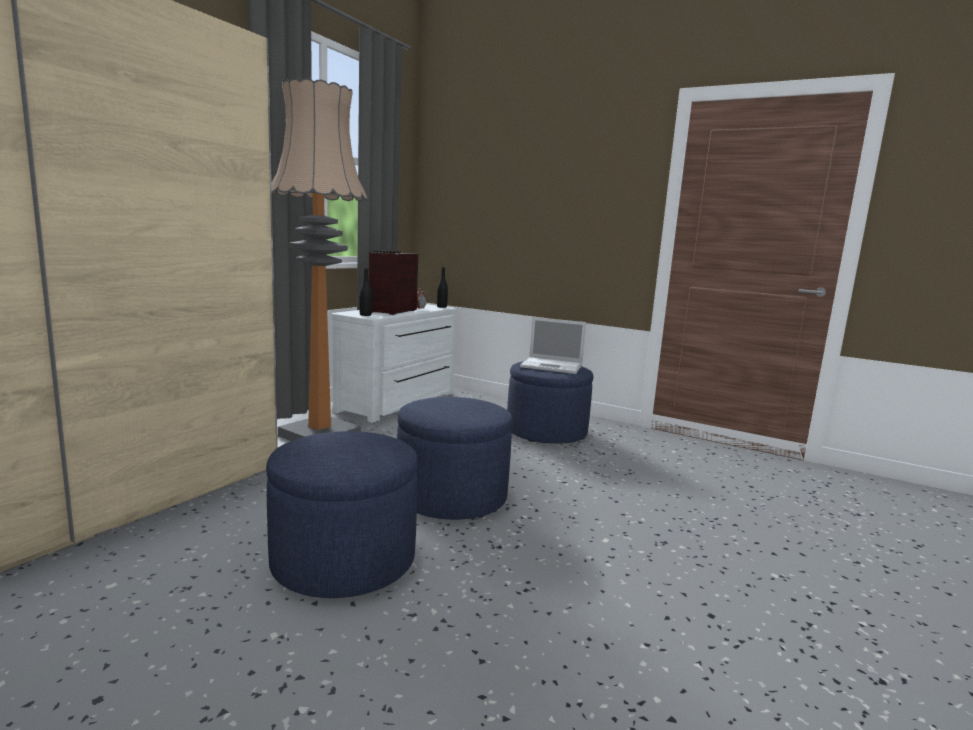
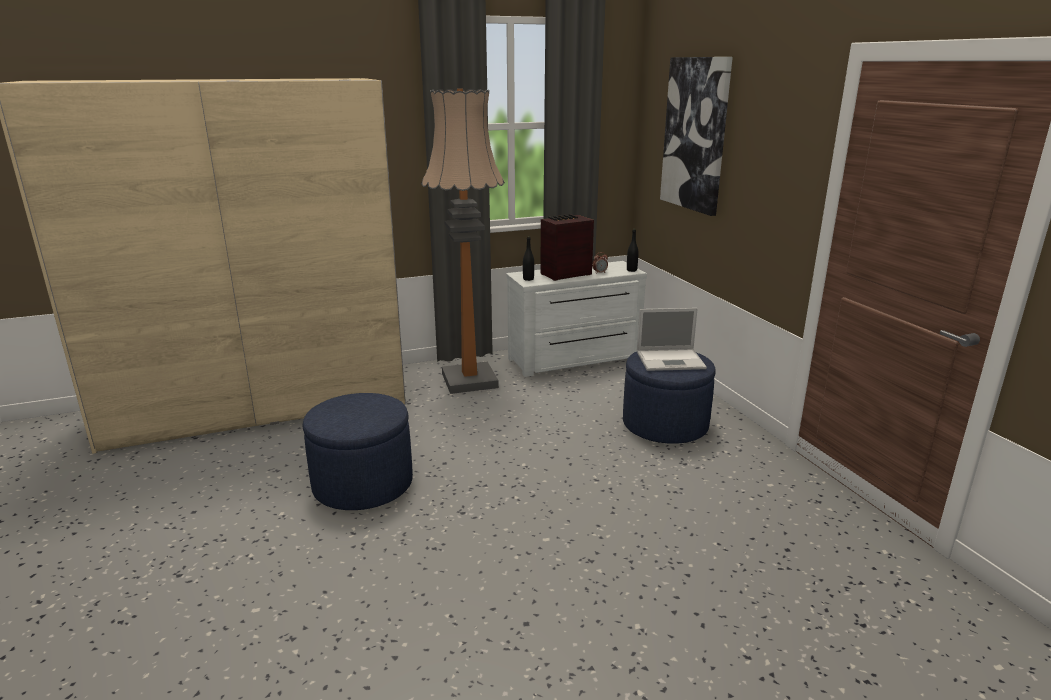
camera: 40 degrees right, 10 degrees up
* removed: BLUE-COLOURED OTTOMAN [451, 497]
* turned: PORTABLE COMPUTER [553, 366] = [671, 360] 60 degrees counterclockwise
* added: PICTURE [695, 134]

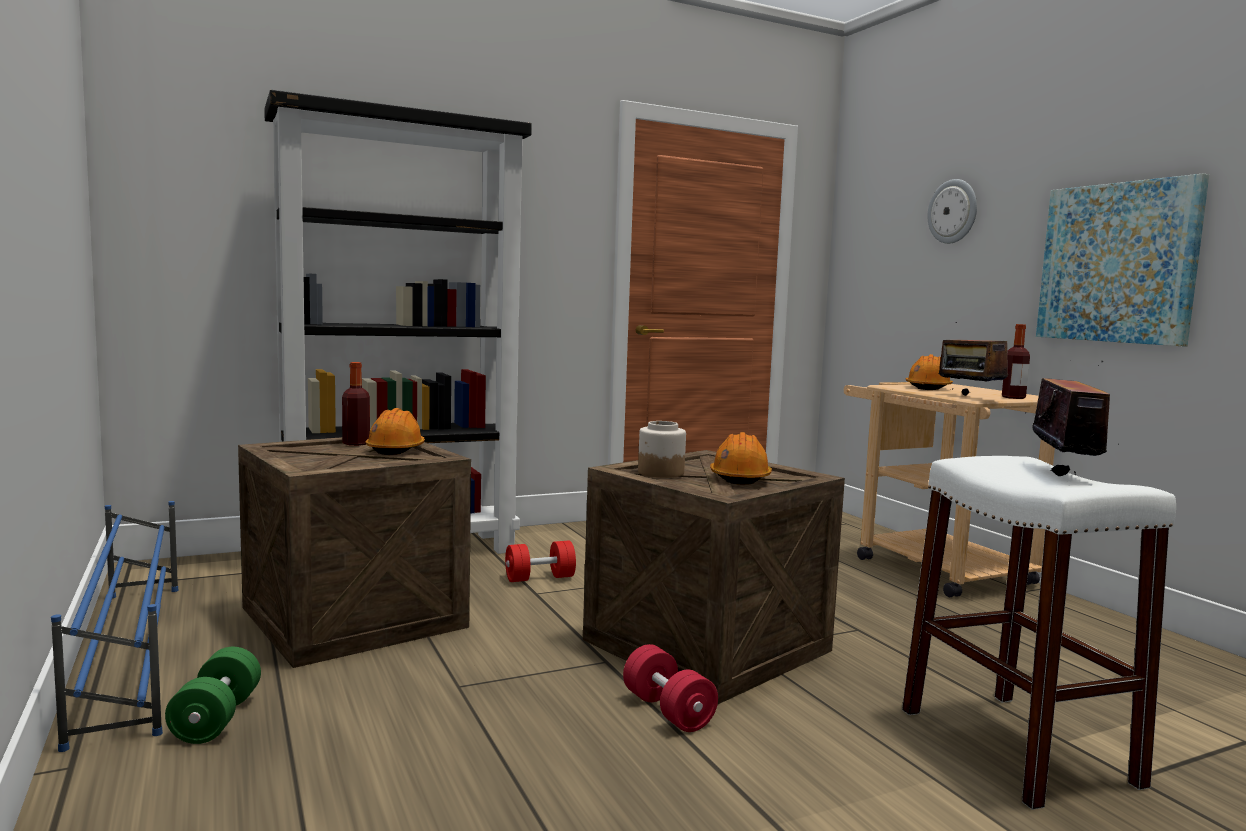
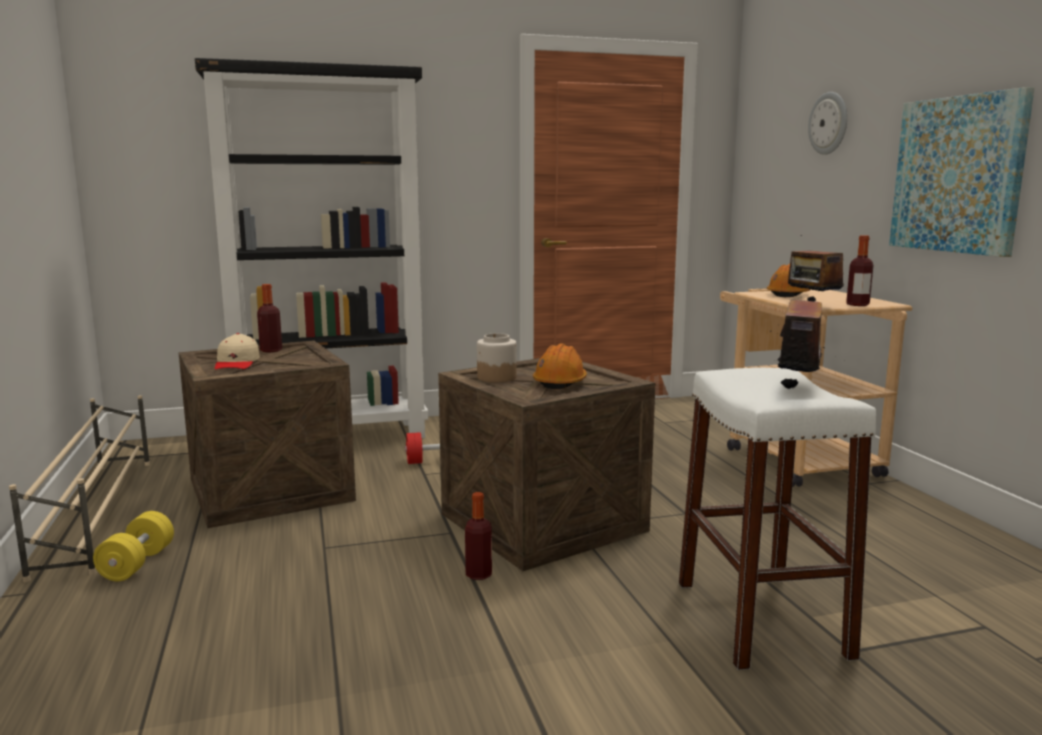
camera: 10 degrees right, 5 degrees up
* recoloured: BLUE-COLOURED SHOE STAND [132, 652] to BEIGE-COLOURED SHOE STAND [98, 512]
* recoloured: GREEN-COLOURED HAND WEIGHT [216, 718] to YELLOW-COLOURED HAND WEIGHT [137, 564]
* removed: ORANGEY SAFETY HELMET [396, 449]
* replaced: REDDISH HAND WEIGHT [668, 711] to BEVERAGE BOTTLE [479, 574]
* added: BEIGE-COLOURED BASEBALL CAP [237, 363]

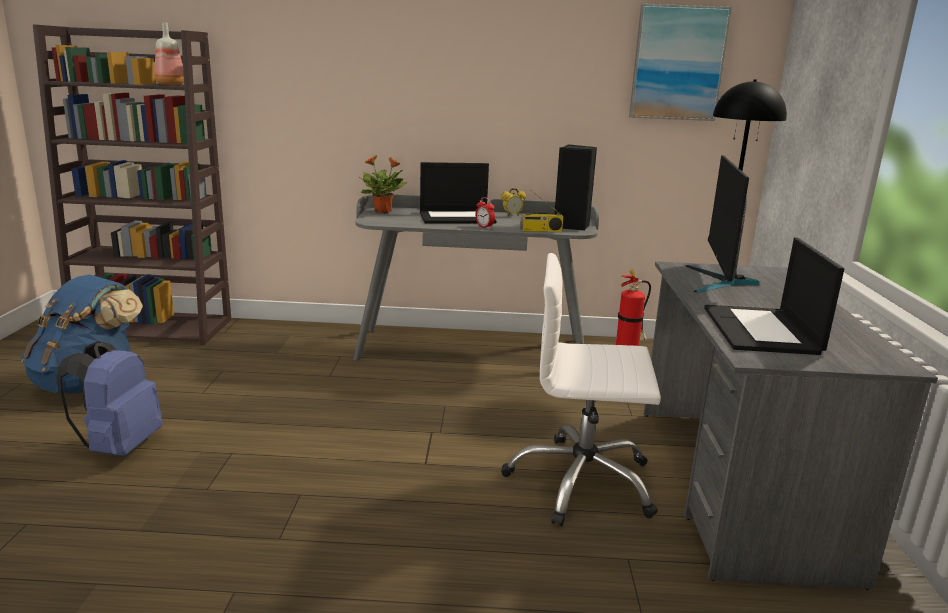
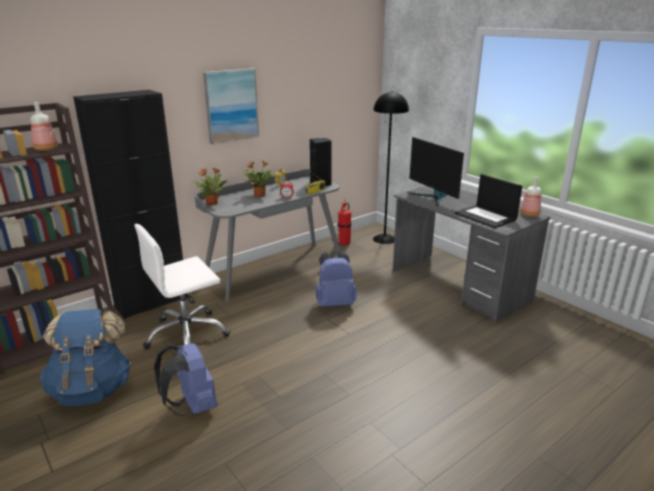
camera: 40 degrees left, 5 degrees up
* replaced: PORTABLE COMPUTER [457, 217] to HOUSEPLANT [259, 195]
* moved: WHITE OFFICE CHAIR [581, 482] to [187, 335]
* moved: PICTURE [677, 63] to [231, 105]
* added: BLACKISH CUPBOARD [151, 302]
* added: BLUE-COLOURED RUCKSACK [335, 303]
* added: BEVERAGE BOTTLE [529, 215]

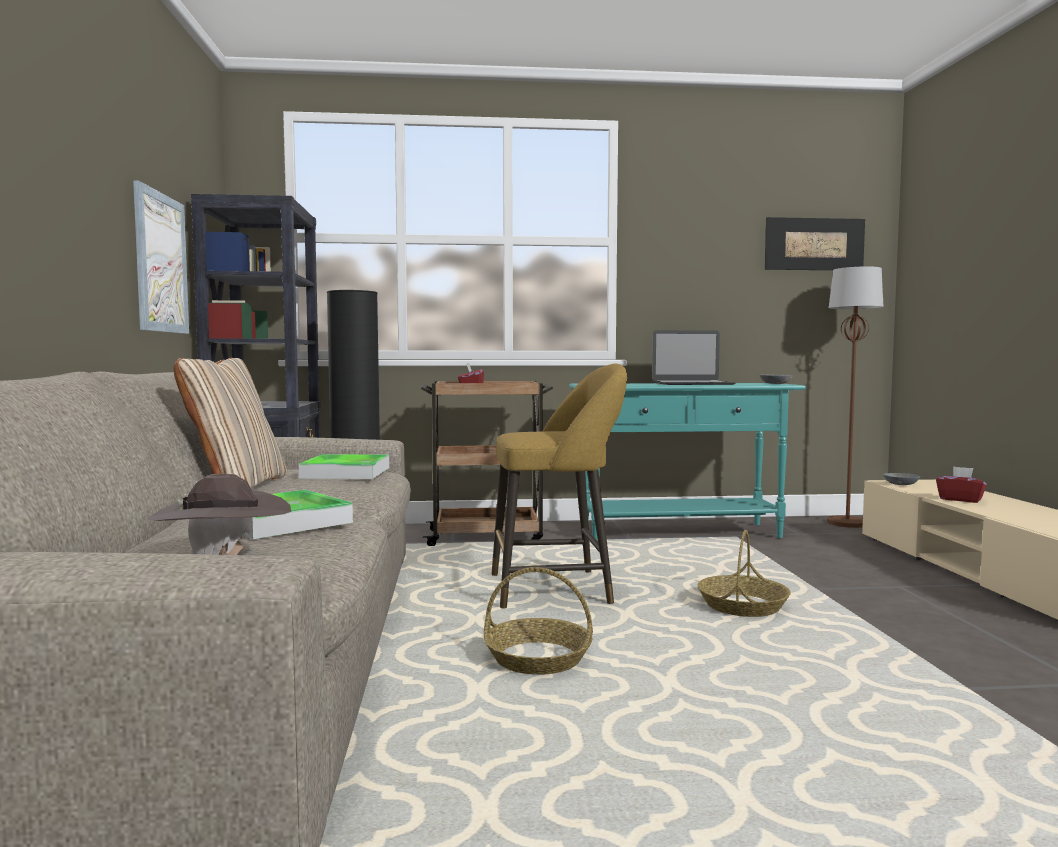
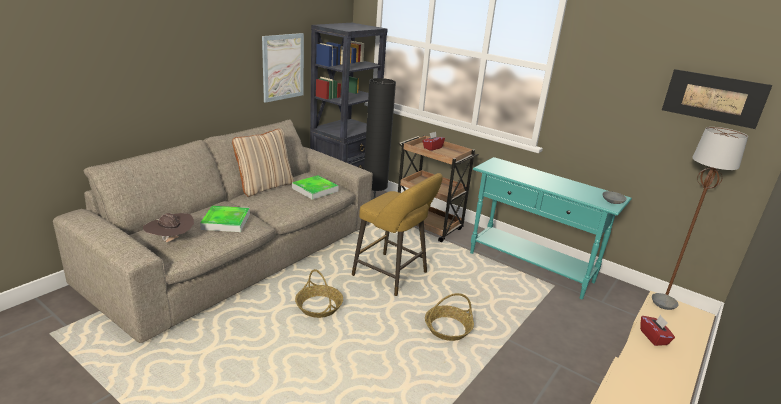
camera: 40 degrees right, 20 degrees up
* removed: PORTABLE COMPUTER [692, 383]

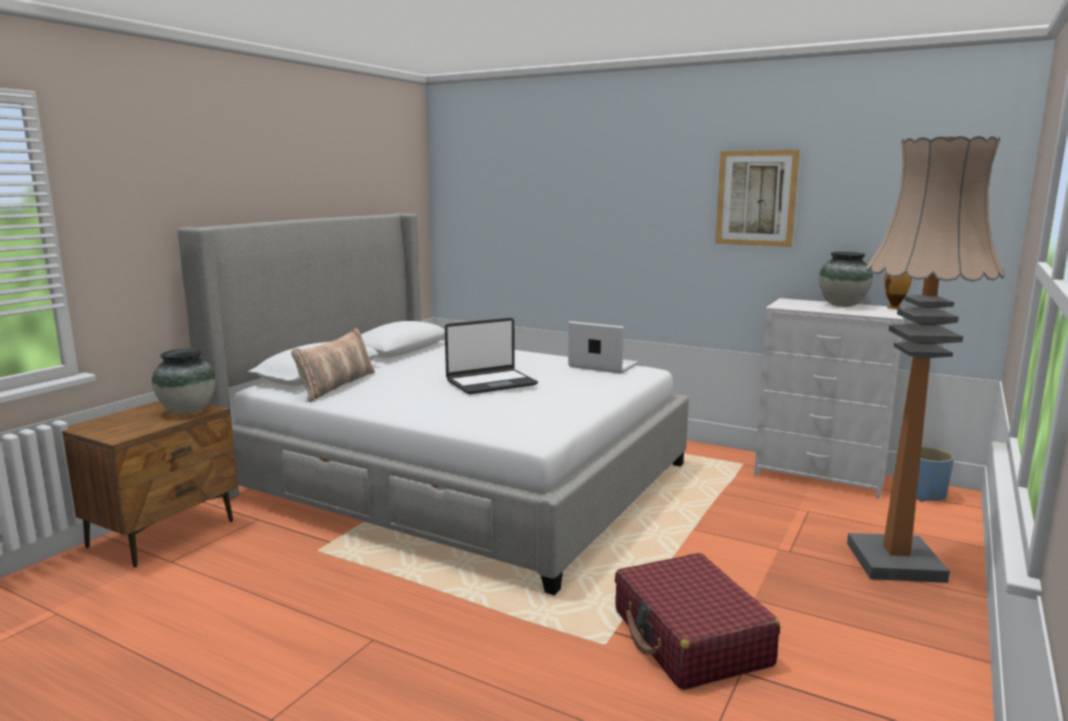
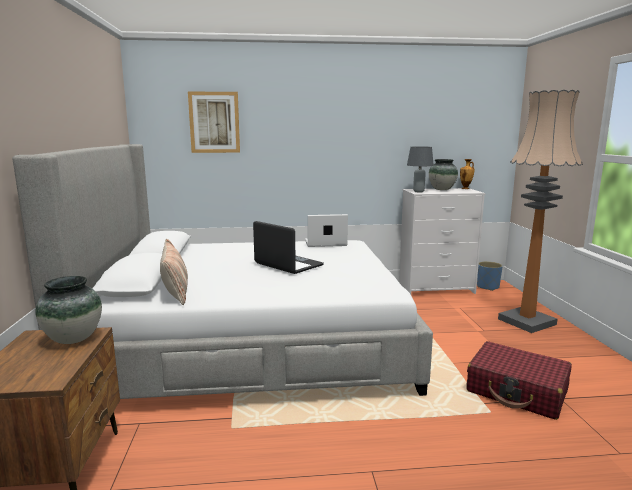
camera: 35 degrees left, 0 degrees up
* turned: PORTABLE COMPUTER [491, 383] = [288, 265] 75 degrees counterclockwise
* moved: PICTURE [756, 198] to [214, 122]
* added: GREY LAMP FOR A TABLE [418, 192]

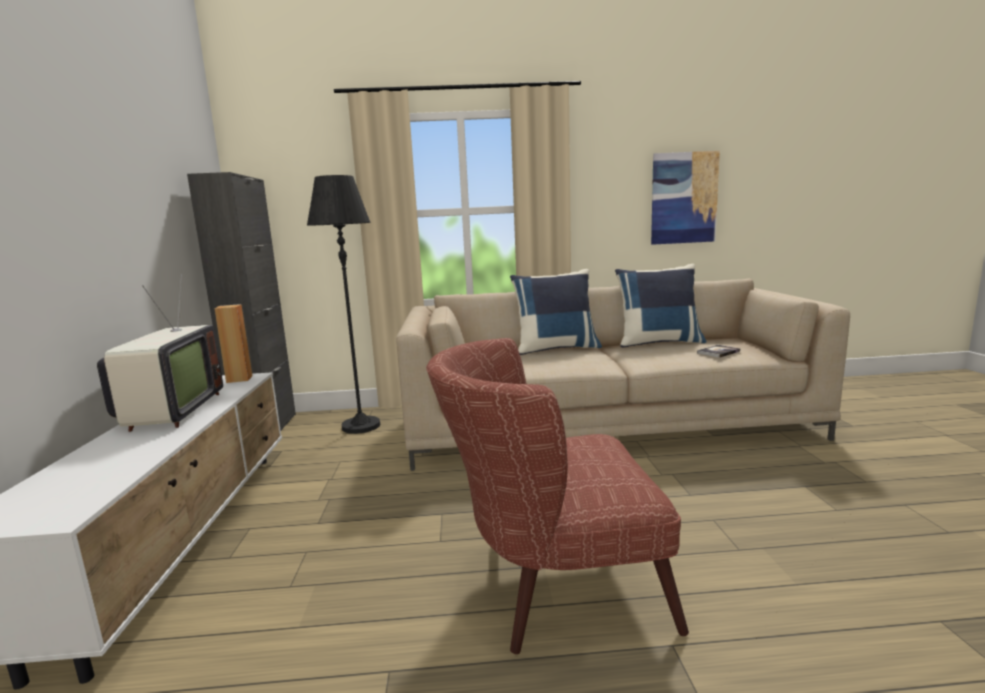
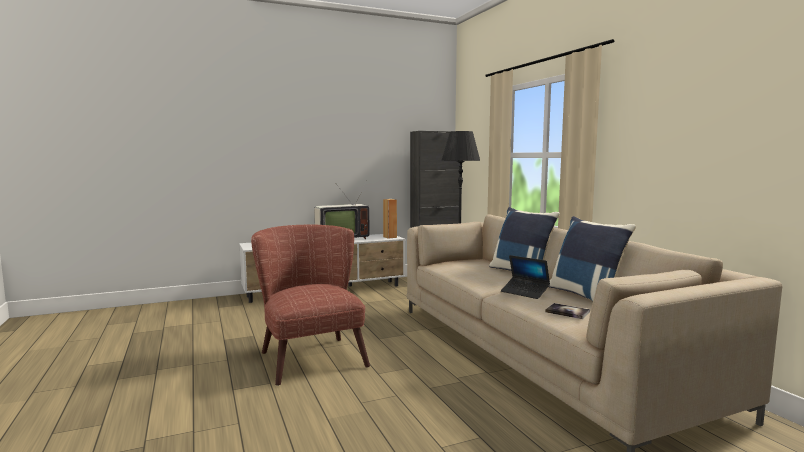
camera: 70 degrees right, 5 degrees down
* removed: PICTURE [684, 198]
* added: PORTABLE COMPUTER [525, 292]

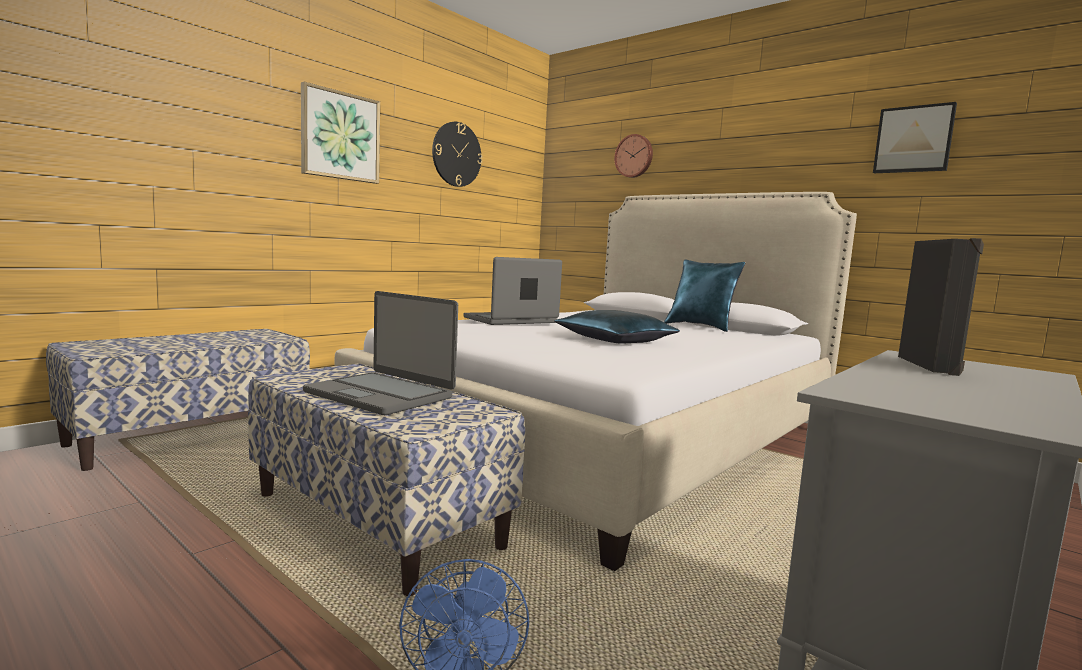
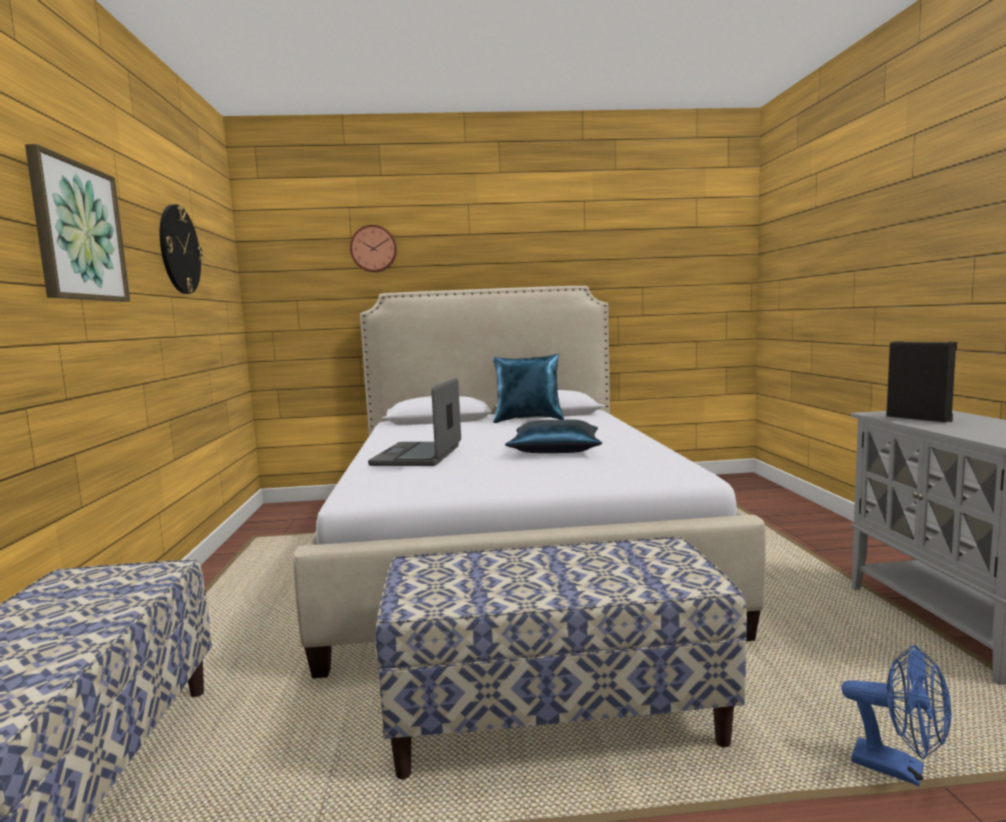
camera: 45 degrees left, 0 degrees up
* removed: PORTABLE COMPUTER [381, 395]
* removed: PICTURE [913, 139]

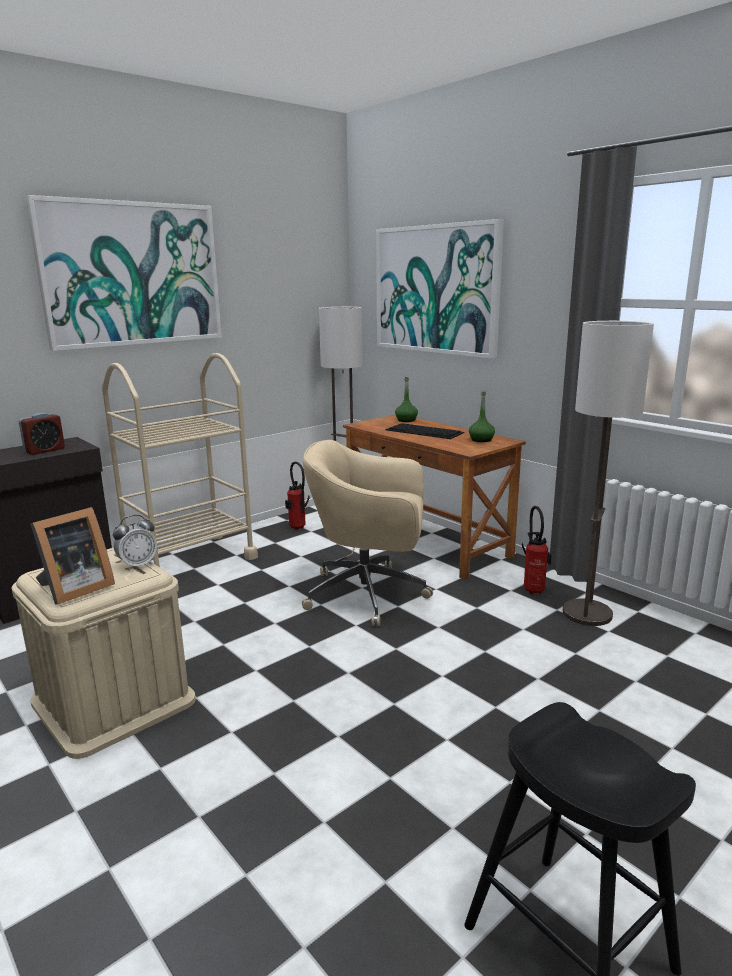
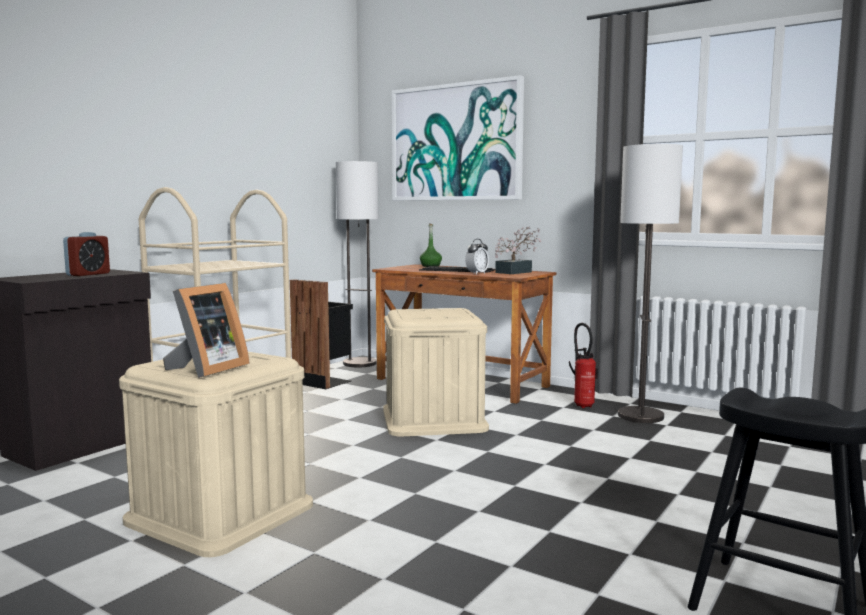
camera: 15 degrees left, 10 degrees down
* removed: PICTURE [132, 274]
* moved: BEDSIDE CLOCK [138, 565] to [477, 273]
* replaced: EXTINGUISHER [298, 528] to BLACKISH RUBBISH BIN [323, 381]
* replaced: BEIGE-COLOURED OFFICE CHAIR [369, 594] to BEIGE-COLOURED STORAGE BOX [433, 419]
* replaced: GREEN-COLOURED BEVERAGE BOTTLE [481, 440] to HOUSEPLANT [516, 272]

